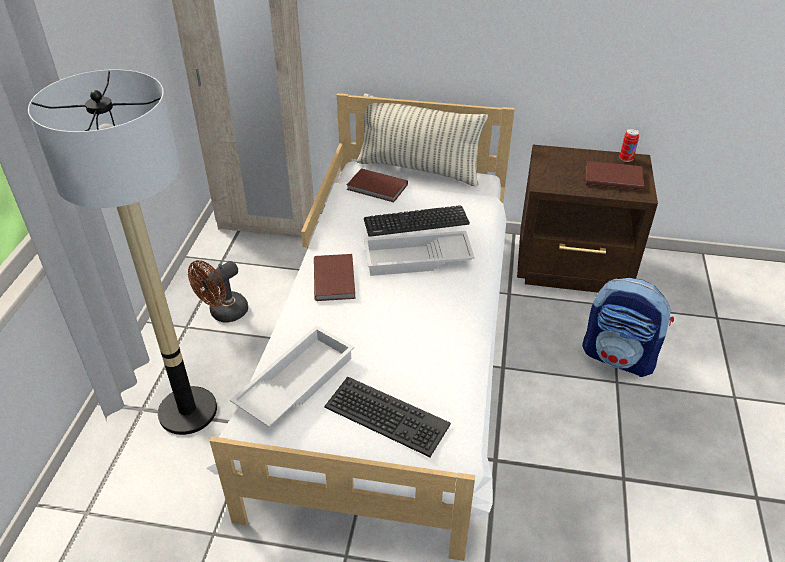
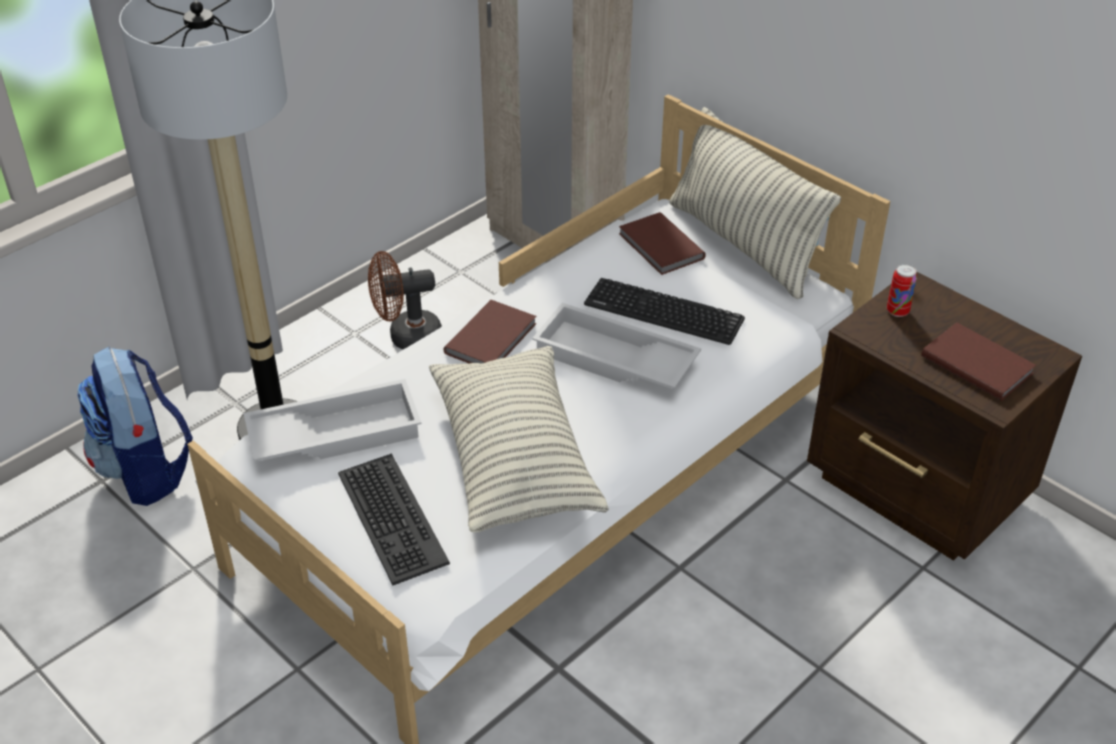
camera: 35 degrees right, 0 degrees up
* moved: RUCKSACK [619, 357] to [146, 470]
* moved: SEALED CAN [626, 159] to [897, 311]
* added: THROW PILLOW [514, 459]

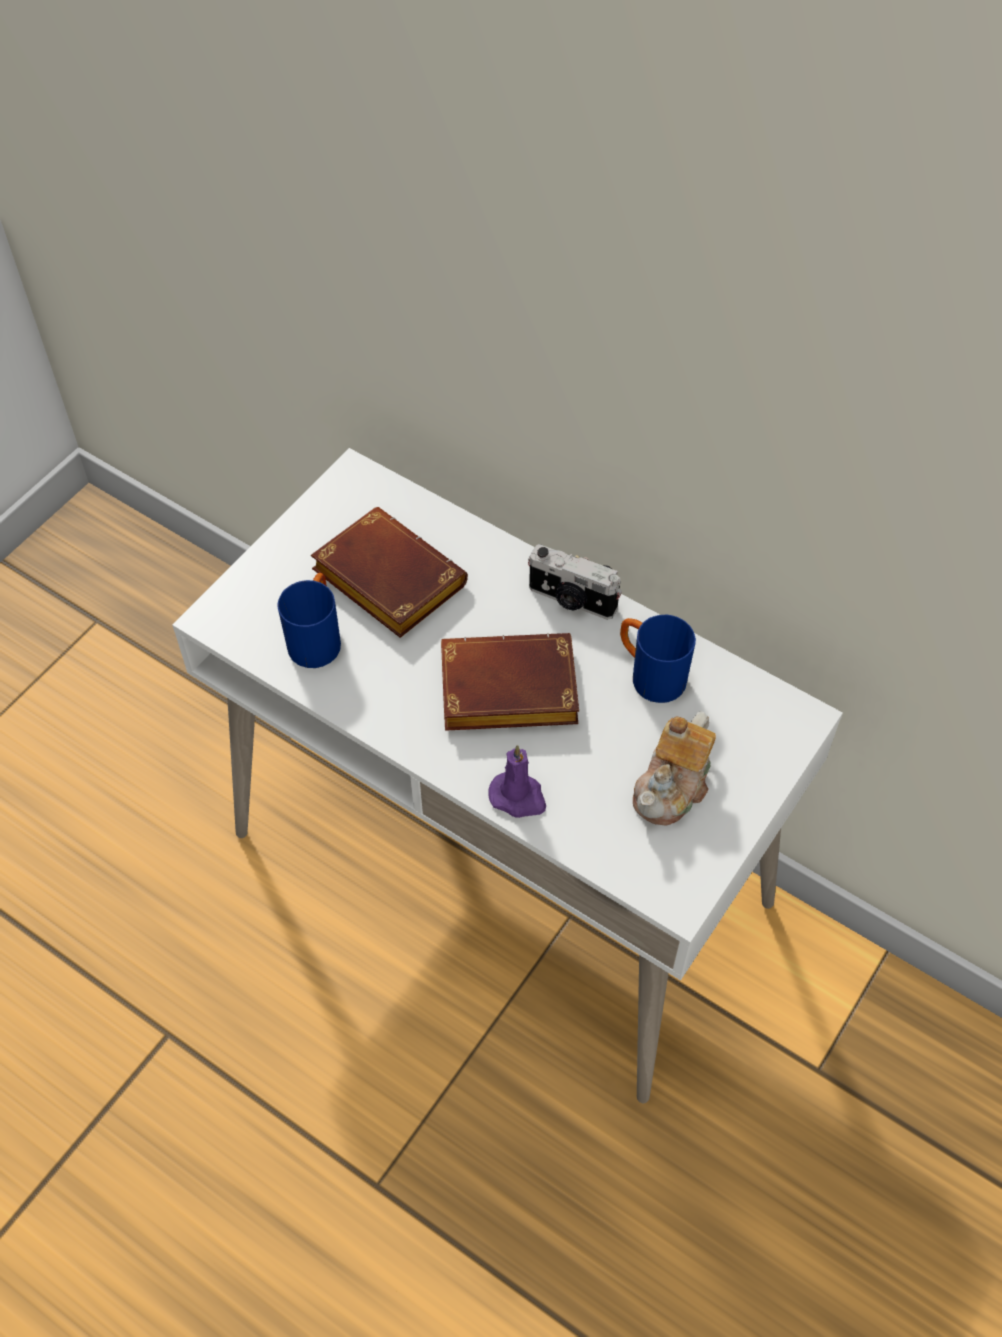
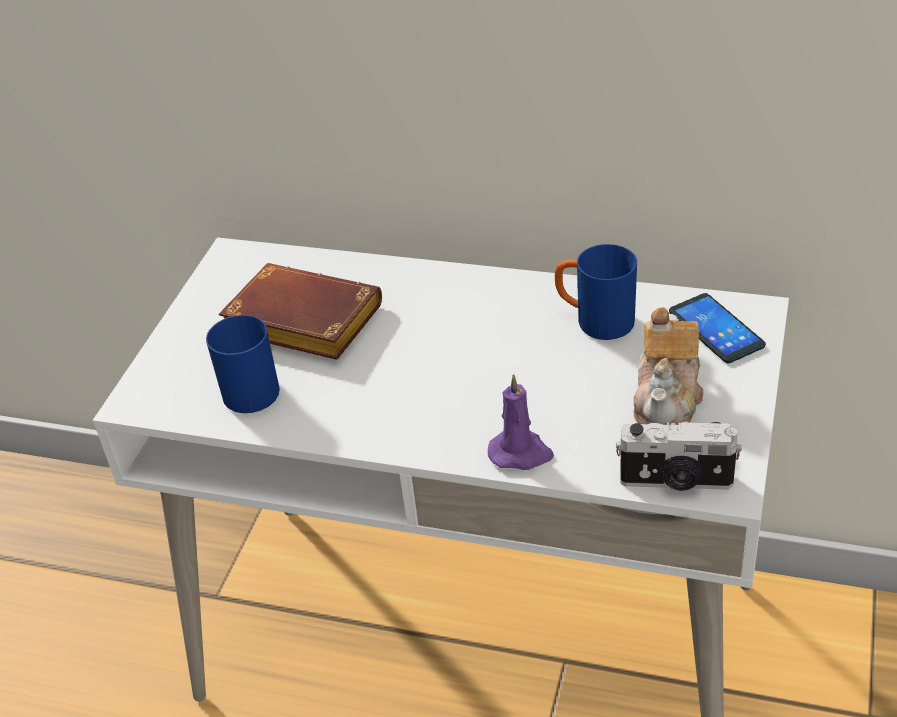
camera: 15 degrees left, 15 degrees down
* removed: BROWN BOOK [504, 693]
* moved: PHOTO CAMERA [571, 600] to [676, 481]
* added: TELEPHONE [716, 329]

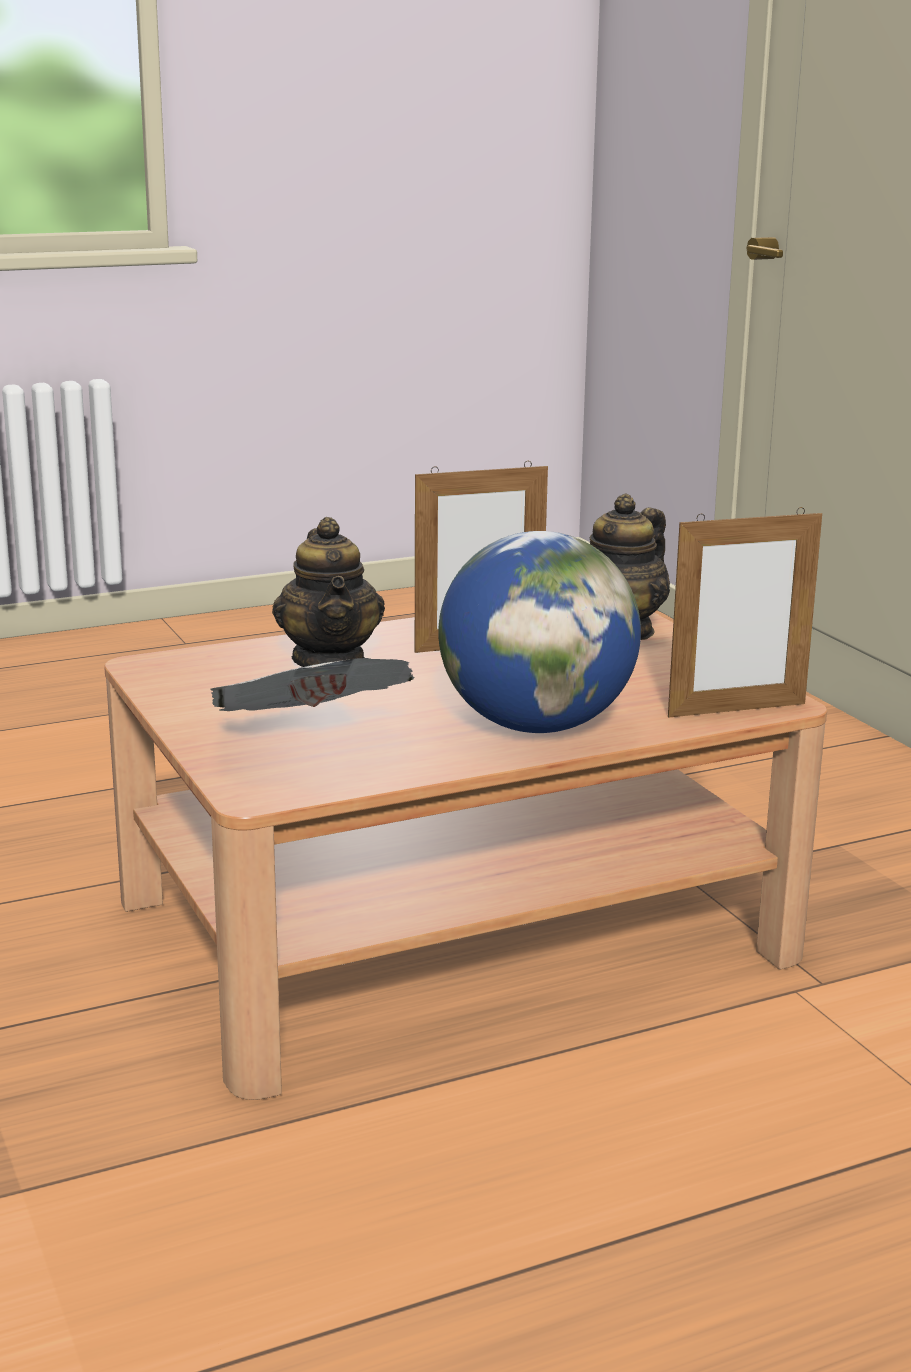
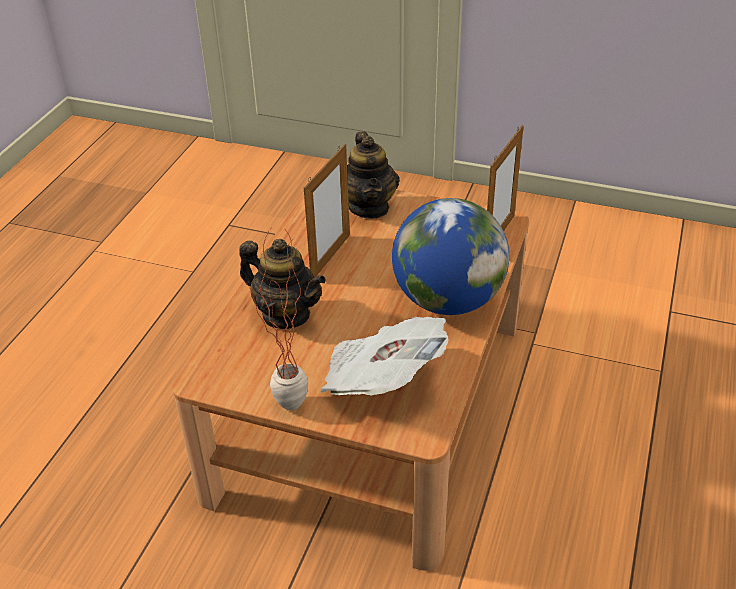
camera: 45 degrees left, 20 degrees up
* added: HOUSEPLANT [286, 412]

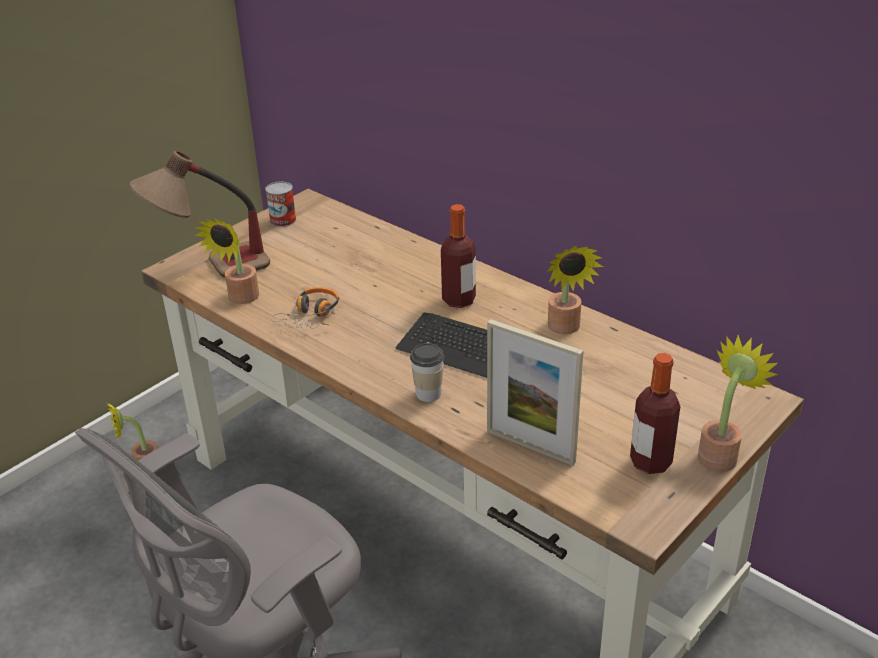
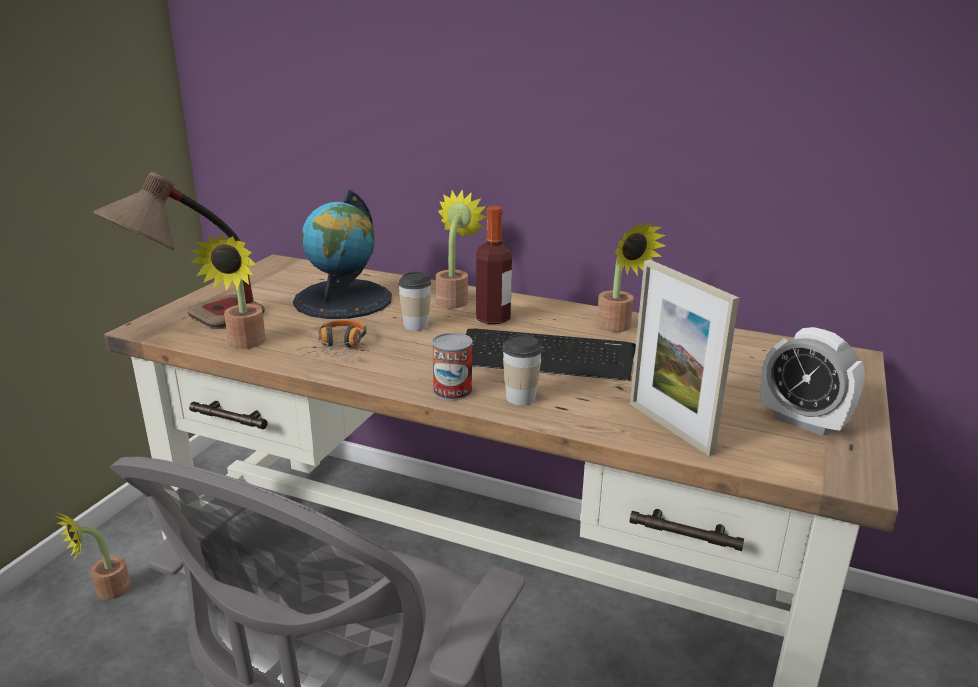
camera: 20 degrees left, 10 degrees down
* moved: SEALED CAN [283, 220] to [452, 390]
* turned: PICTURE FRAME [530, 446] = [669, 427] 45 degrees clockwise
* replaced: BEVERAGE BOTTLE [650, 462] to BEDSIDE CLOCK [802, 421]
* moved: HOUSEPLANT [721, 454] to [454, 299]
* added: WORLD GLOBE [343, 300]
* added: SMALL CUP [416, 325]

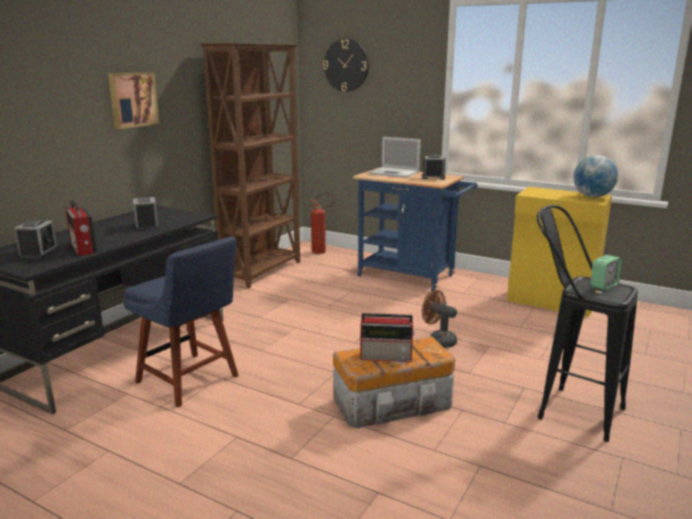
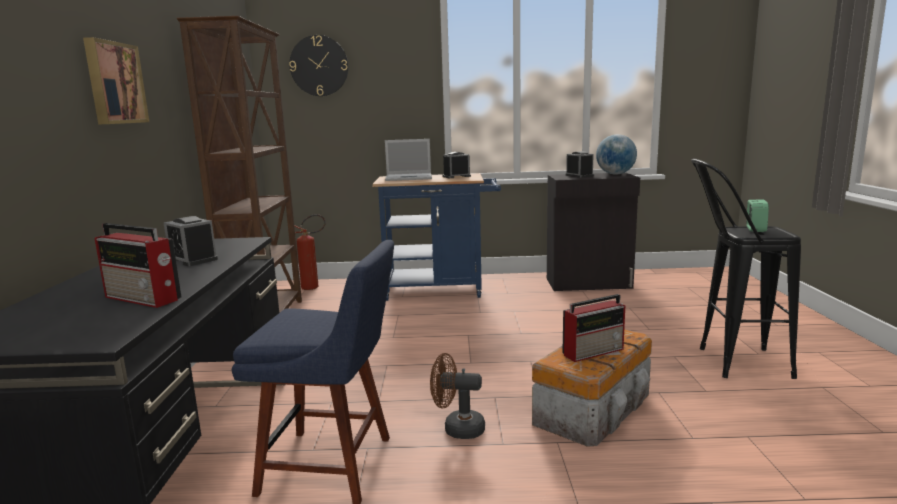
camera: 30 degrees left, 5 degrees down
* moved: BEDSIDE CLOCK [39, 253] to [579, 175]
* moved: BROWN FAN [438, 340] to [457, 428]
* recoloured: YELLOW-COLOURED CUPBOARD [551, 302] to BLACKISH CUPBOARD [589, 283]

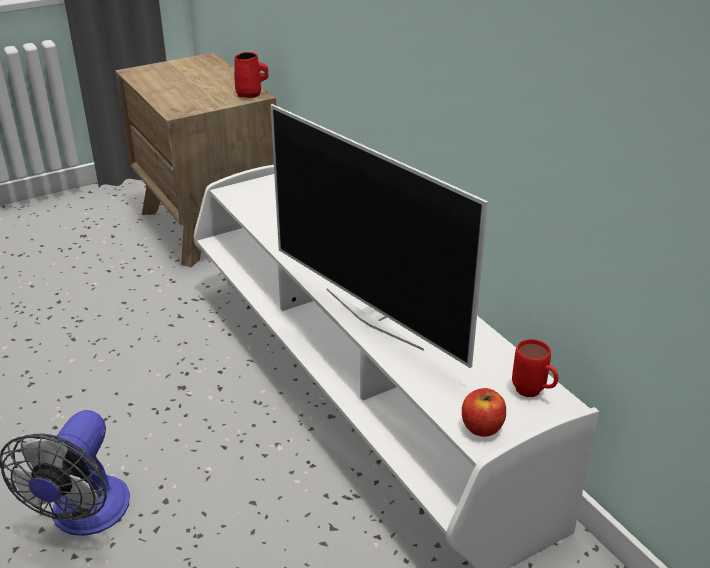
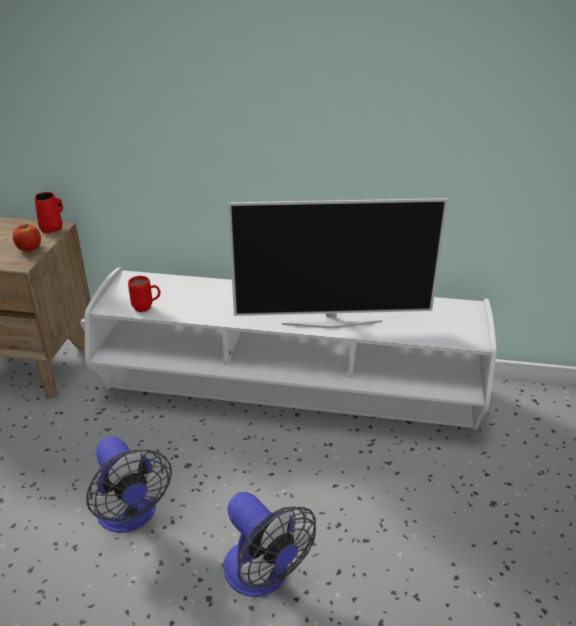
camera: 50 degrees left, 0 degrees up
* moved: WHOLE APPLE [482, 427] to [29, 248]
* moved: REDDISH MUG [533, 393] to [147, 308]
* added: FAN [130, 516]

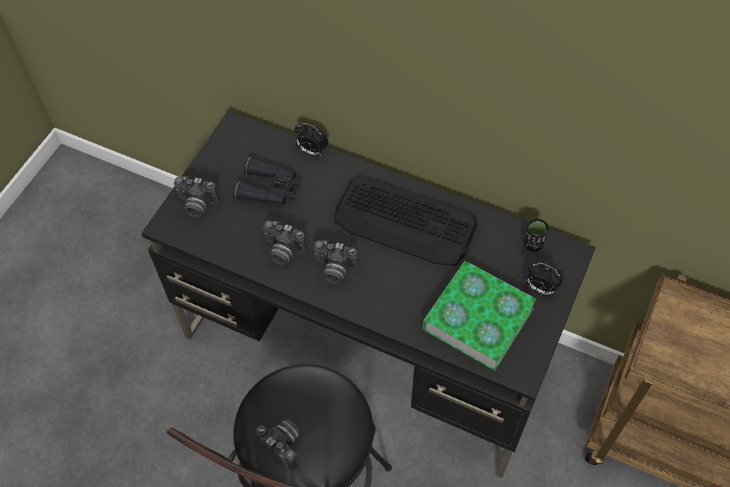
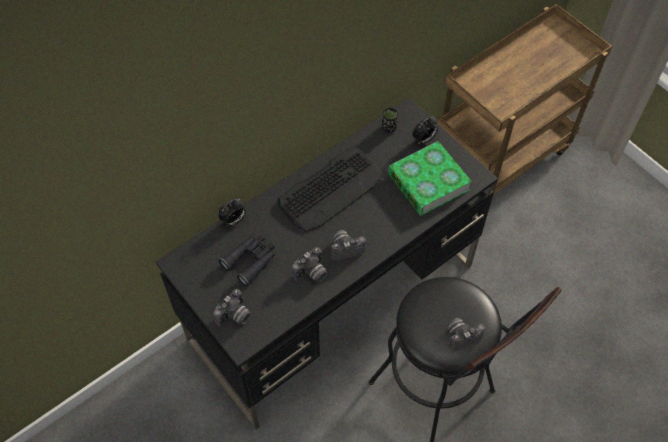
camera: 65 degrees left, 0 degrees up
* turned: PHOTO CAMERA [334, 270] = [345, 248] 150 degrees counterclockwise

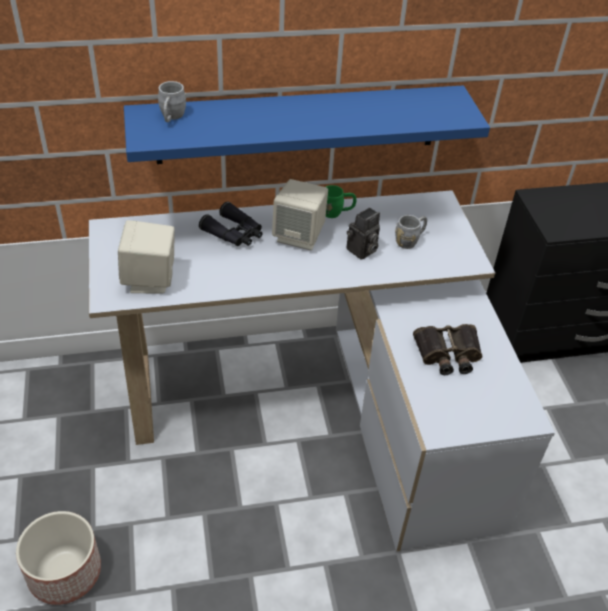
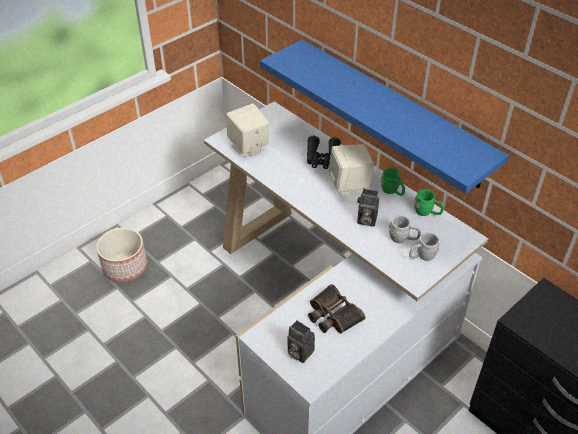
camera: 60 degrees right, 0 degrees up
* moved: GREY MUG [171, 117] to [422, 256]
* added: PHOTO CAMERA [298, 352]
* added: GREEN-COLOURED MUG [427, 212]

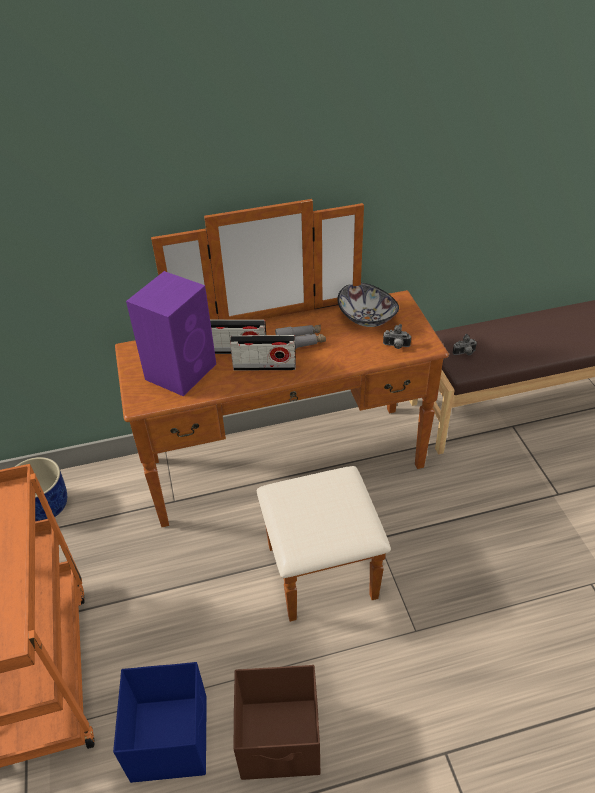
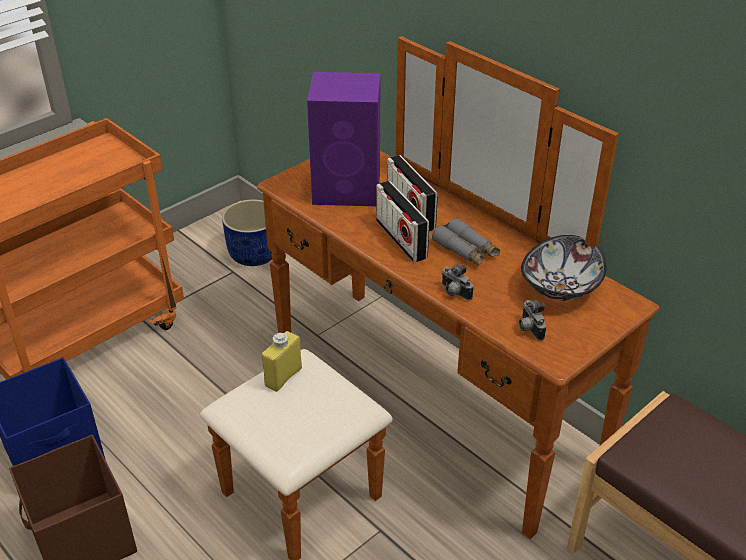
camera: 60 degrees right, 5 degrees down
* moved: PHOTO CAMERA [464, 353] to [454, 293]
* added: YELLOW-COLOURED BEVERAGE BOTTLE [283, 377]

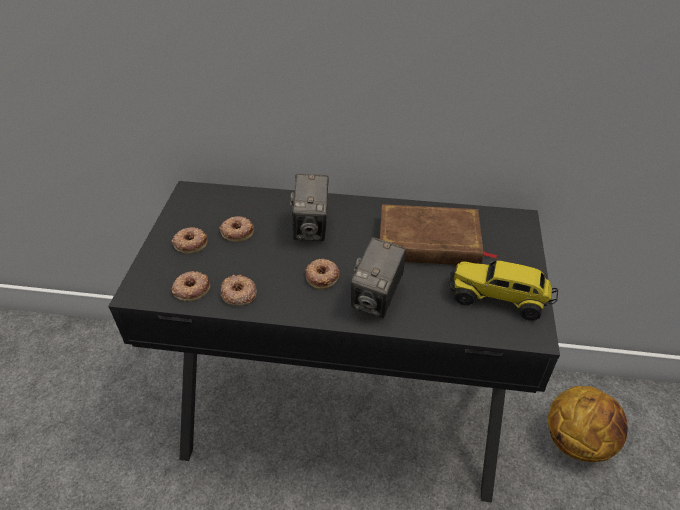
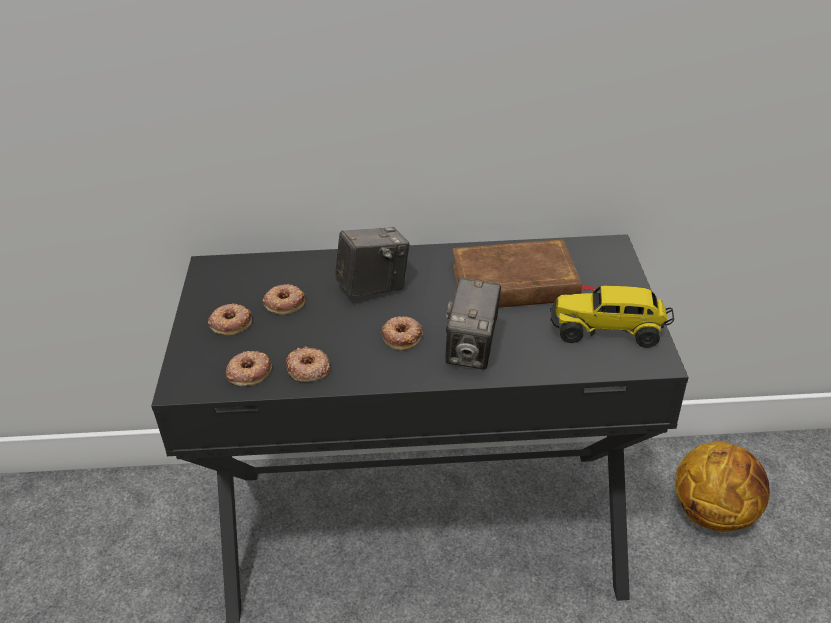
camera: 10 degrees left, 5 degrees down
* turned: PHOTO CAMERA [311, 228] = [373, 287] 105 degrees counterclockwise

